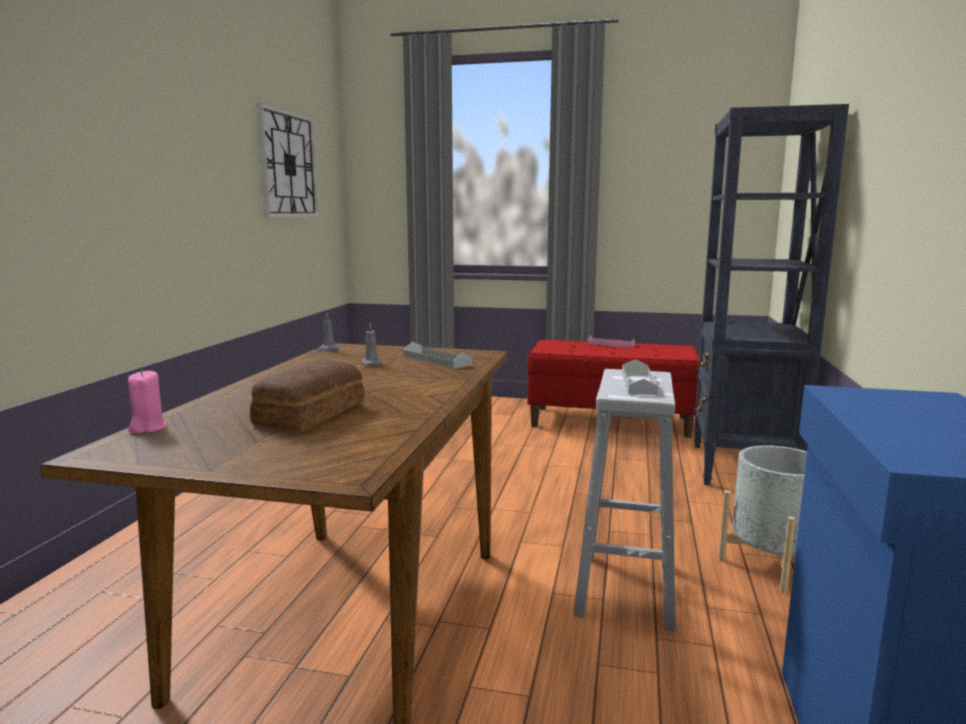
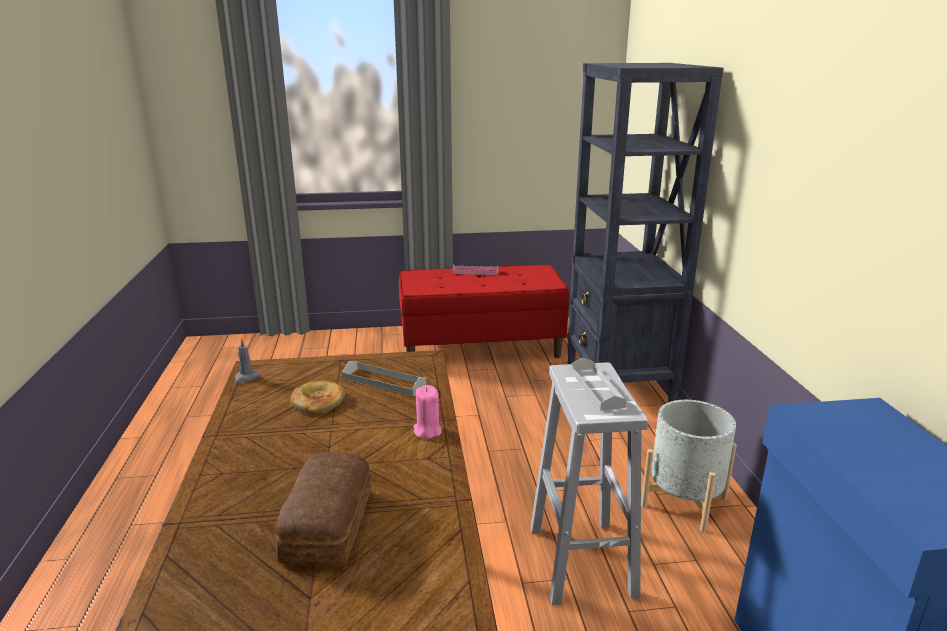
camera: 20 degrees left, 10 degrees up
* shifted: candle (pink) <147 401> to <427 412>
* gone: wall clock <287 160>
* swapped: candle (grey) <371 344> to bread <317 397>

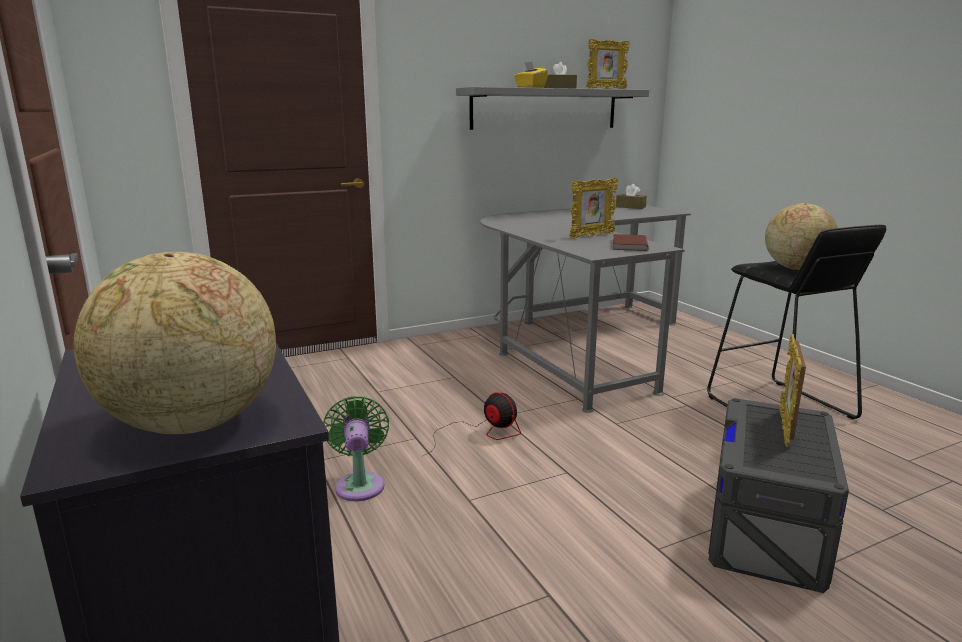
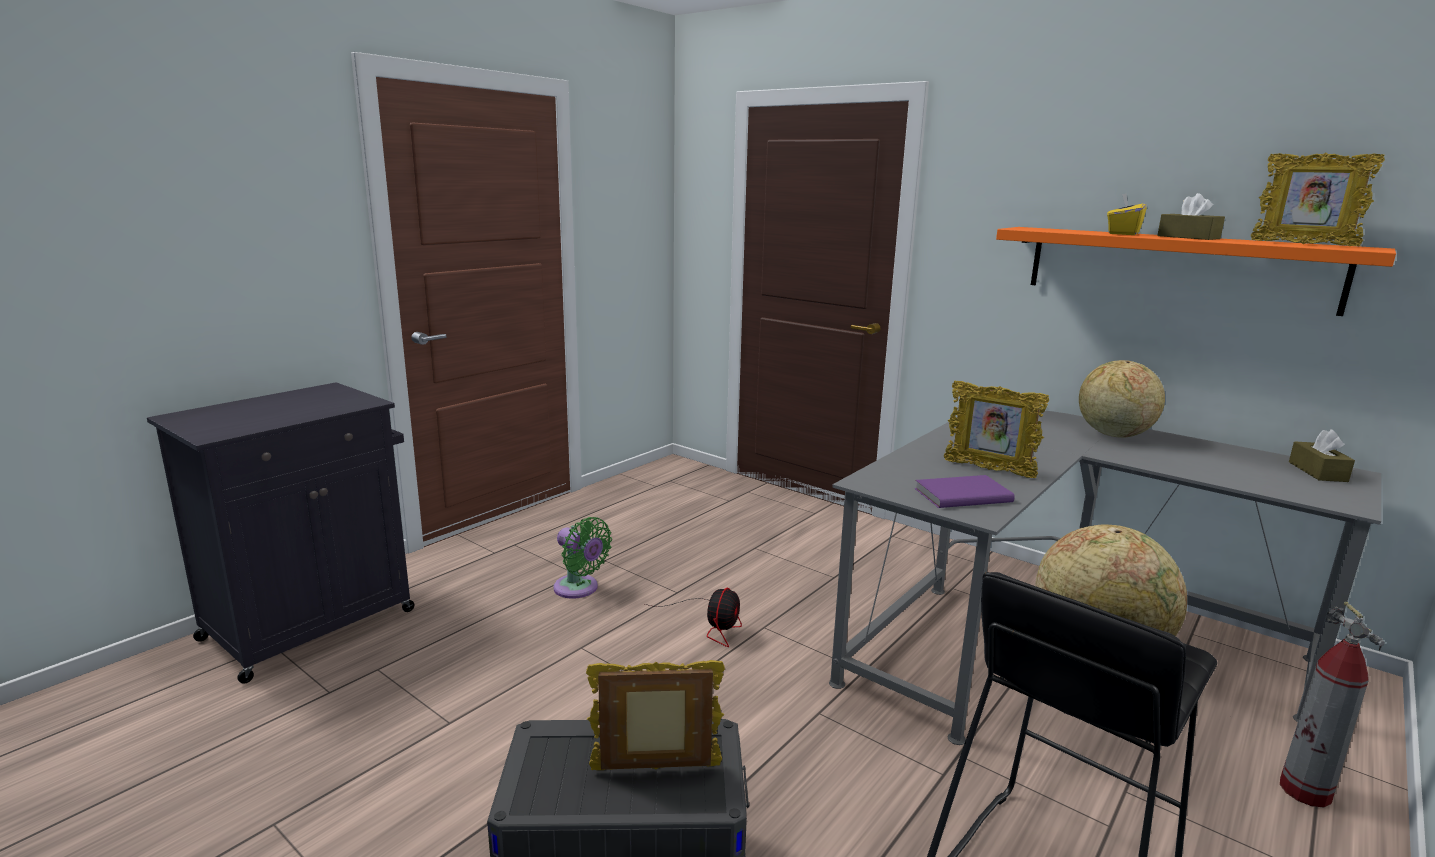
camera: 65 degrees right, 0 degrees up
* shifted: globe <175 343> to <1122 399>
* rotated: fan (green) <356 448> = <582 558> 75 degrees clockwise
* repainted: shelf (grey) <552 108> to shelf (orange) <1196 271>
* repainted: book (brown) <631 242> to book (purple) <964 491>
* new: fire extinguisher <1332 704>

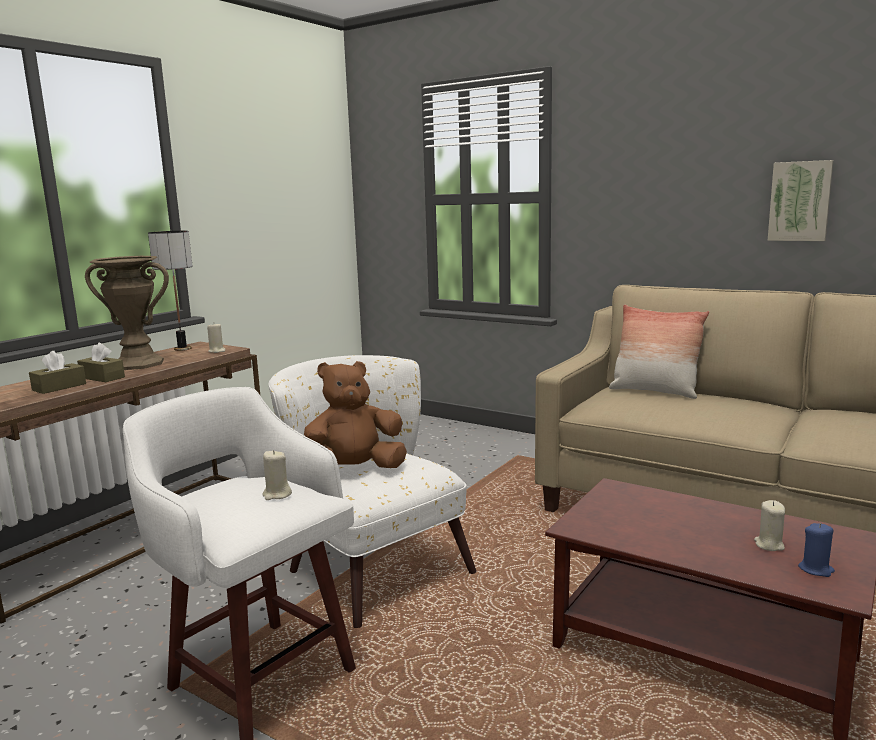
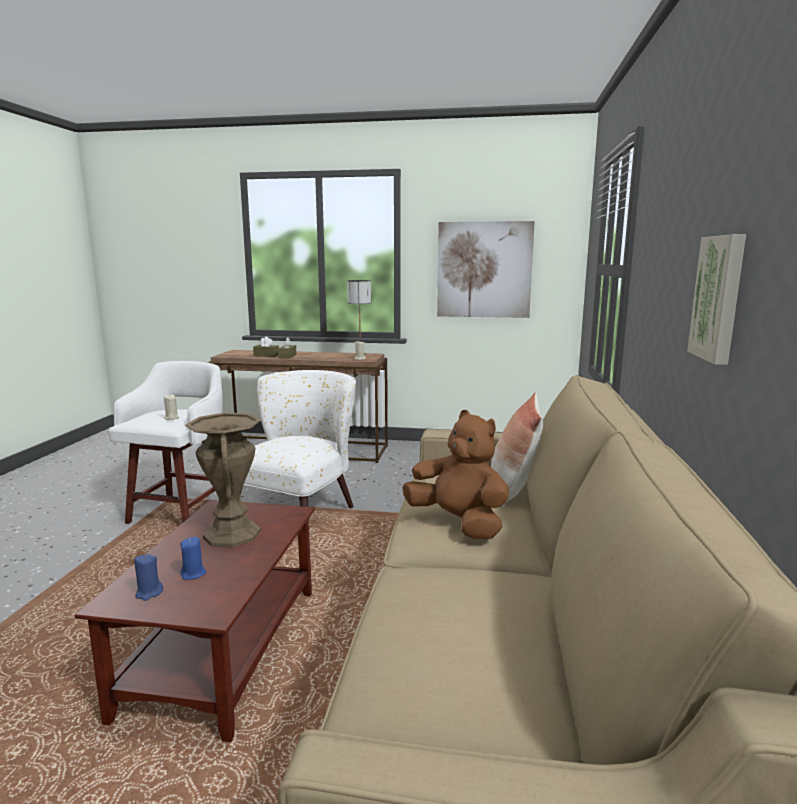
camera: 65 degrees right, 0 degrees up
* shifted: vase (brown) <127 313> to <223 480>
* shifted: plush toy (brown) <355 414> to <455 474>
* repainted: candle (beige) <769 525> to candle (blue) <193 558>
* new: picture <486 269>

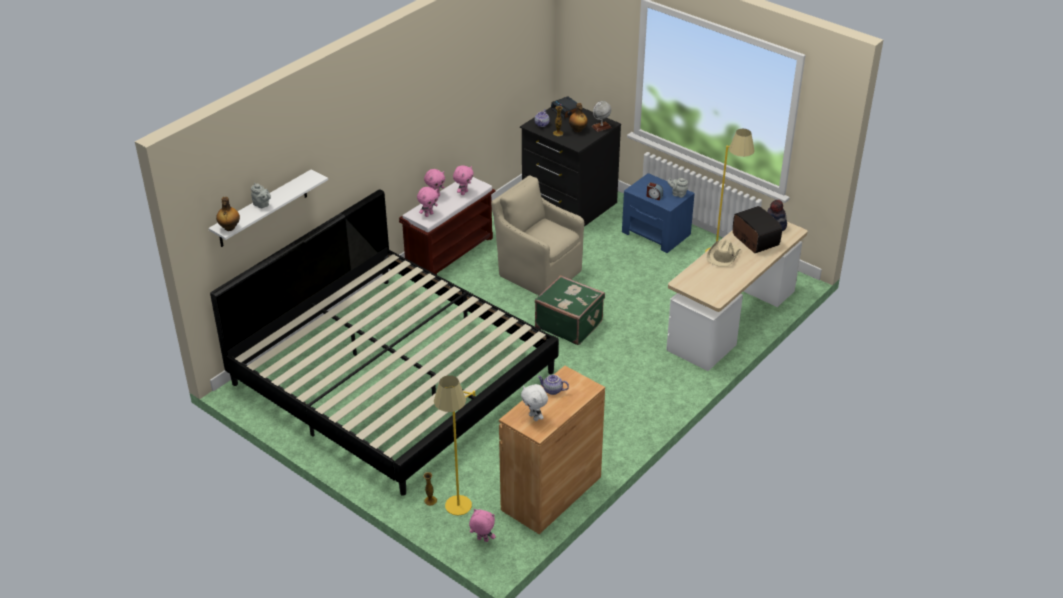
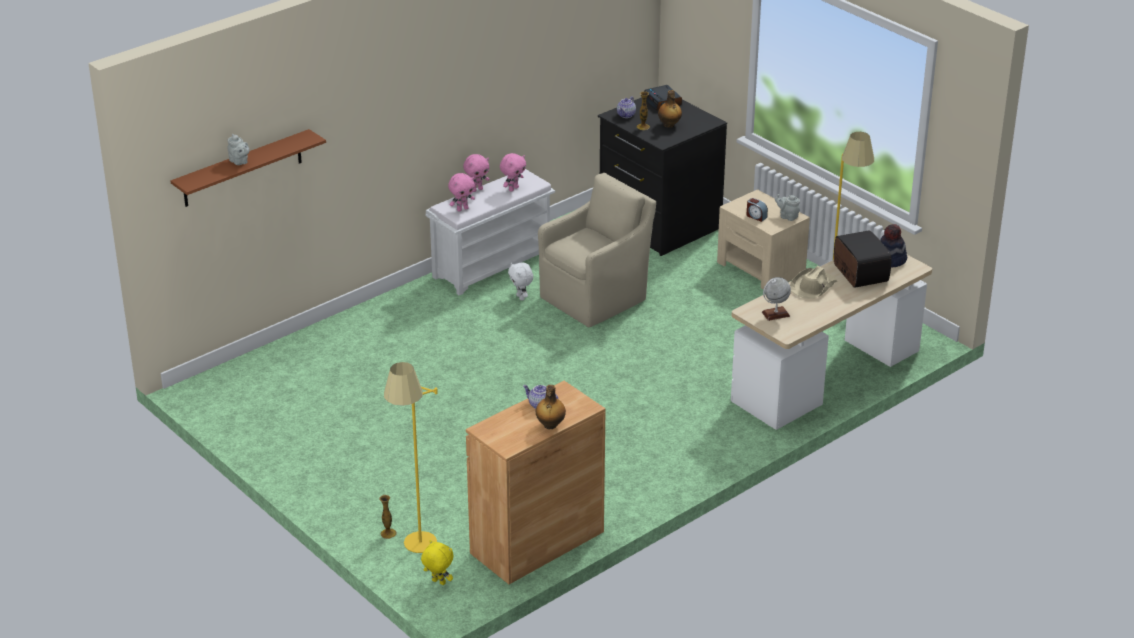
camera: 10 degrees right, 5 degrees down
* repainted: shelf (white) <268 208> to shelf (brown) <248 168>
* gone: bed <384 342>
* shifted: bottle <228 214> to <551 407>
* repainted: bench (brown) <447 226> to bench (white) <490 232>
* repainted: plush toy (pink) <482 525> to plush toy (yellow) <437 562>
* rotated: armchair (beige) <537 235> = <597 250> 90 degrees clockwise
* shifted: plush toy (white) <534 402> to <520 282>
* gone: suitcase (green) <570 310>
* shifted: globe <602 116> to <776 299>
* repainted: nightstand (blue) <658 213> to nightstand (beige) <763 239>

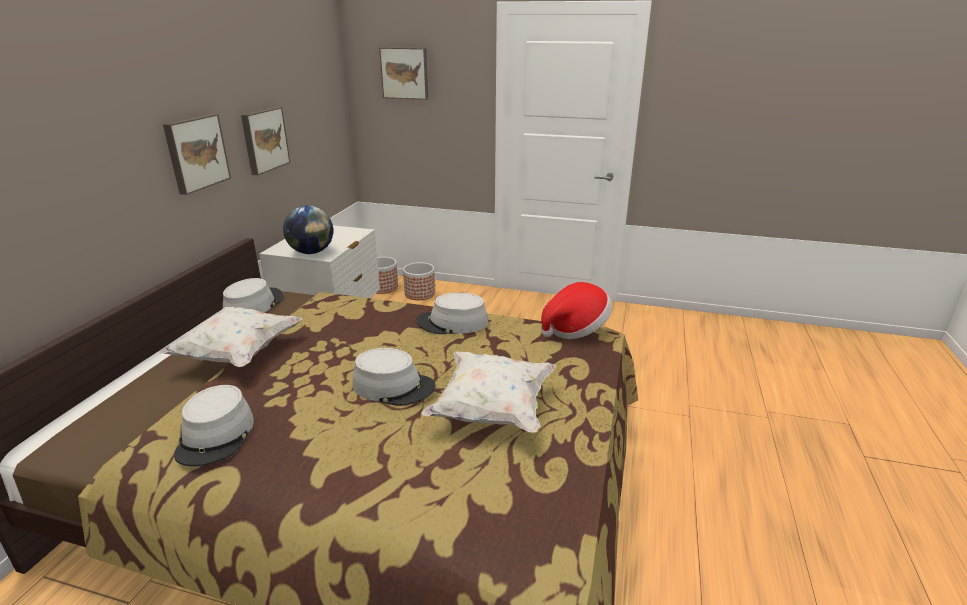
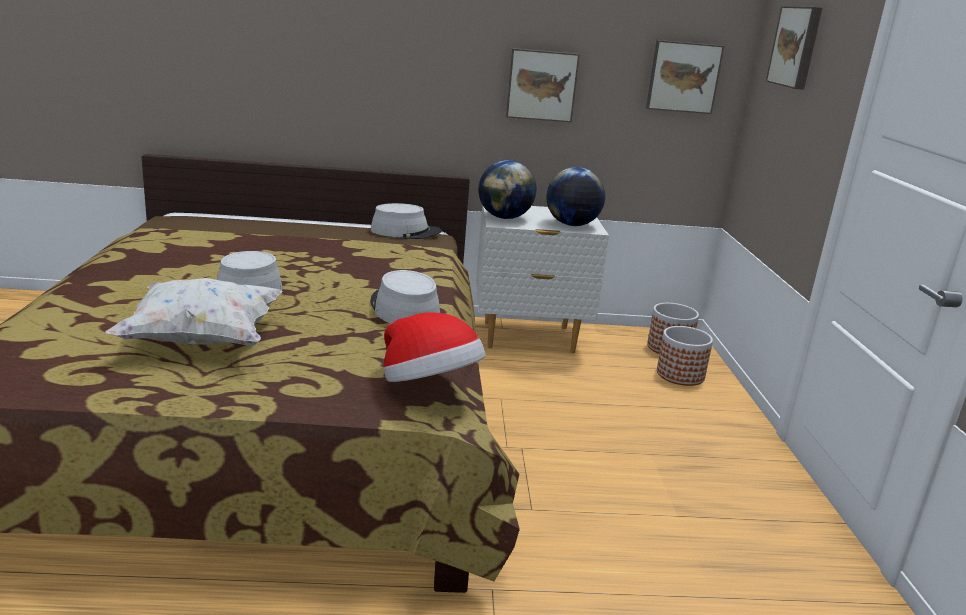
camera: 70 degrees right, 5 degrees down
* gone: pillow (white) <231 337>
* shifted: picture <197 154> to <685 77>
* gone: hat (grey) <214 425>
* new: globe <576 196>

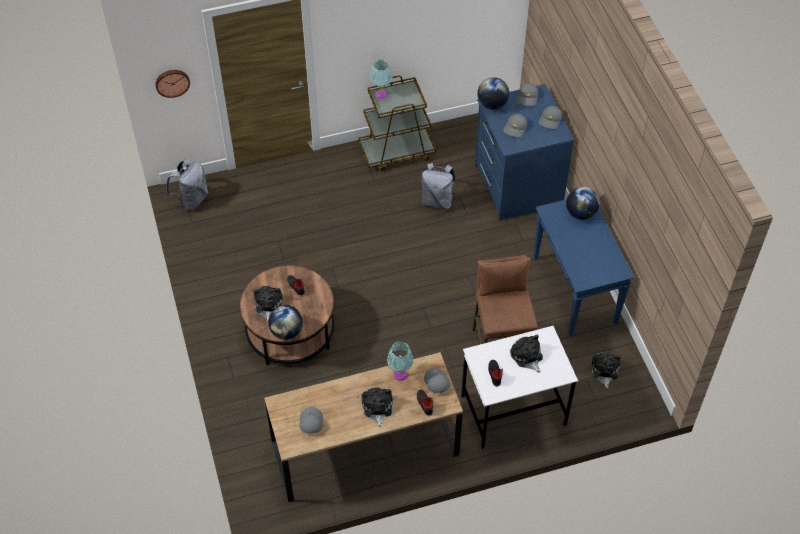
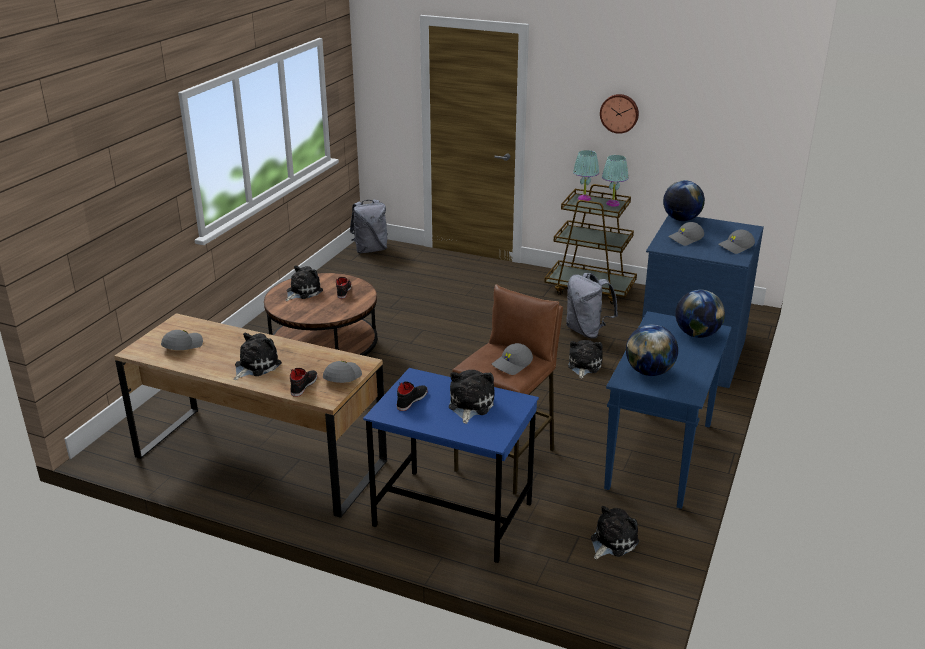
camera: 40 degrees right, 25 degrees down
* shifted: wall clock <172 84> to <619 114>
* shifted: globe <285 322> to <652 350>
* shifted: table lamp (turquoise) <400 361> to <615 181>
* repainted: desk (white) <519 387> to desk (blue) <451 465>
* shifted: cap (grey) <527 94> to <512 359>
* new: plush toy <585 359>

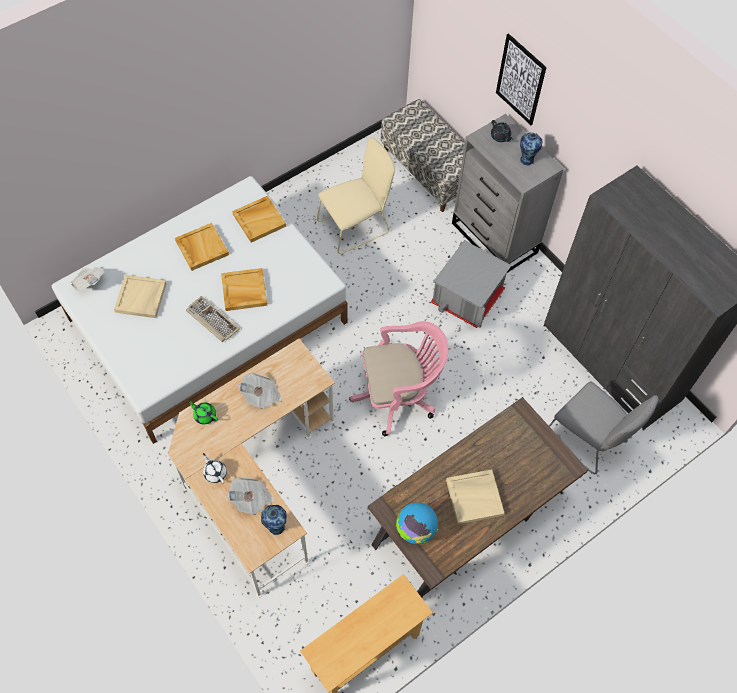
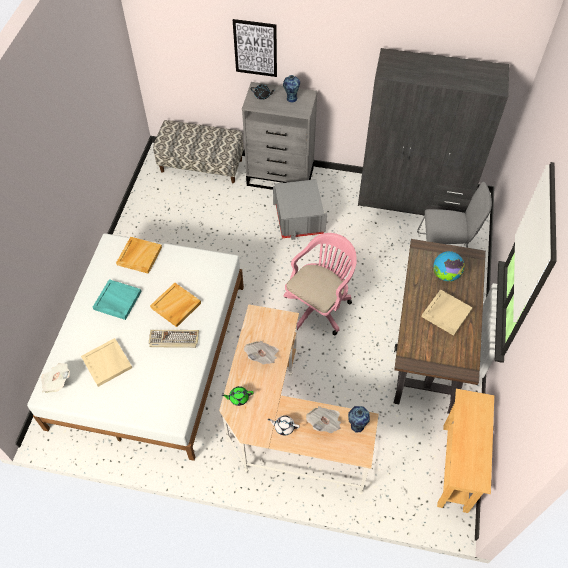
camera: 40 degrees left, 5 degrees down
* repainted: tray (beige) <202 247> to tray (turquoise) <117 299>
* gone: chair (beige) <356 195>
* shifted: globe <417 523> to <448 266>

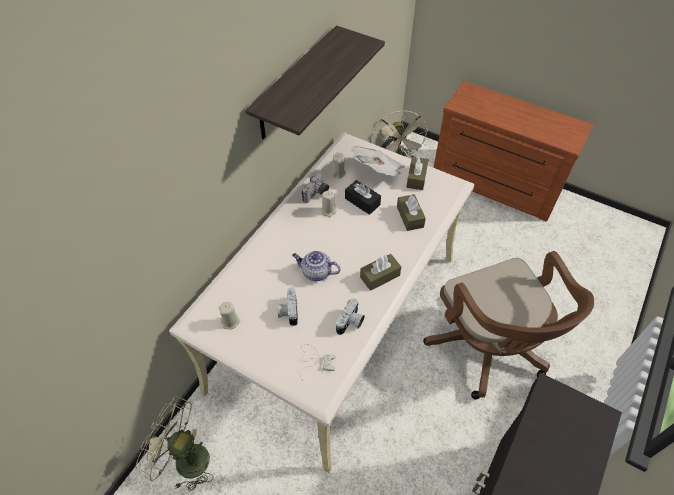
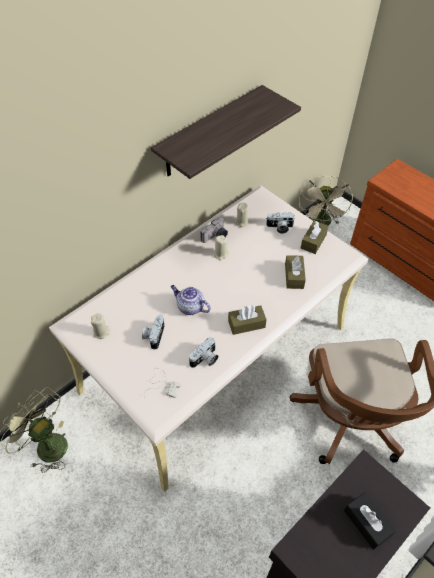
camera: 15 degrees right, 0 degrees up
* shifted: tissue box (black) <363 197> to <370 521>
* swapped: newspaper <378 161> to photo camera <280 223>

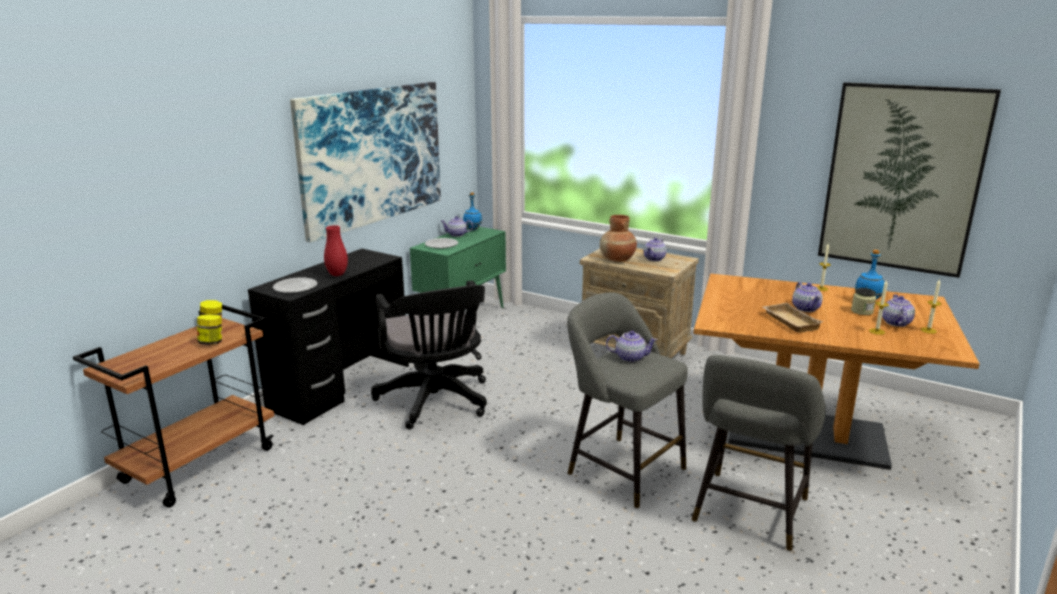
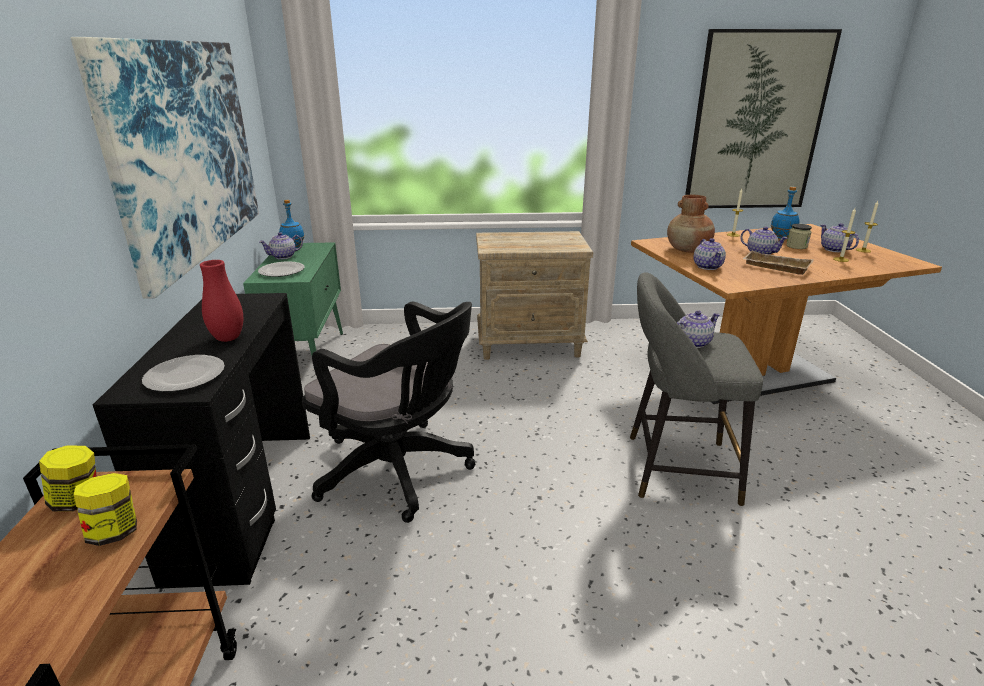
camera: 35 degrees left, 5 degrees up
* shifted: vase (brown) <618 238> to <691 224>
* shifted: teapot <655 249> to <710 254>
* gone: stool (grey) <759 453>

